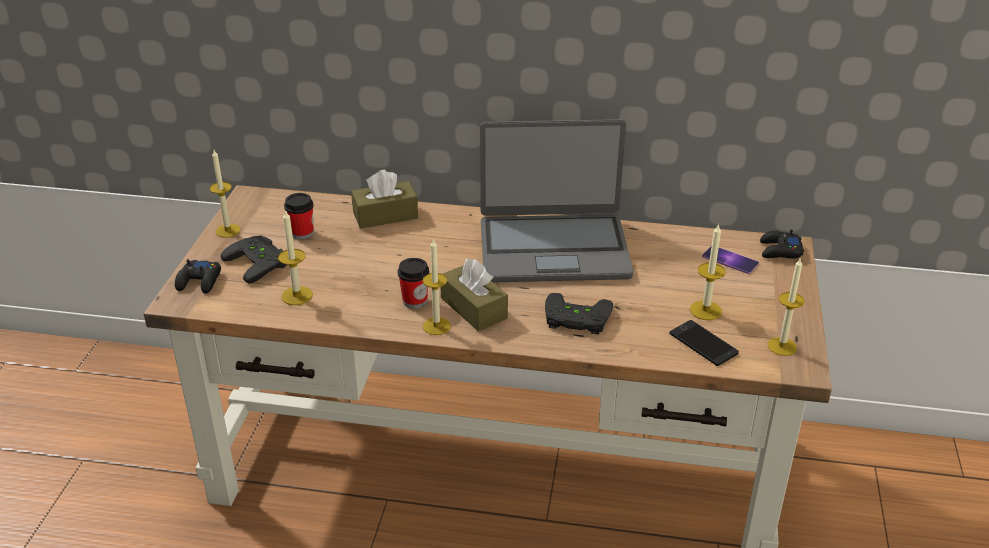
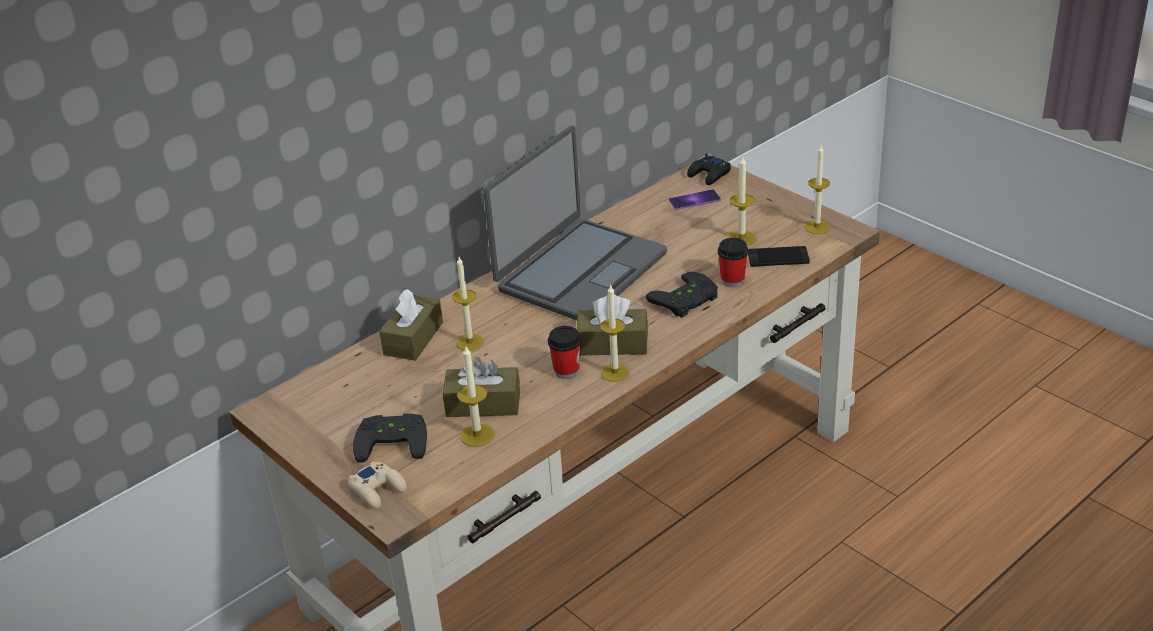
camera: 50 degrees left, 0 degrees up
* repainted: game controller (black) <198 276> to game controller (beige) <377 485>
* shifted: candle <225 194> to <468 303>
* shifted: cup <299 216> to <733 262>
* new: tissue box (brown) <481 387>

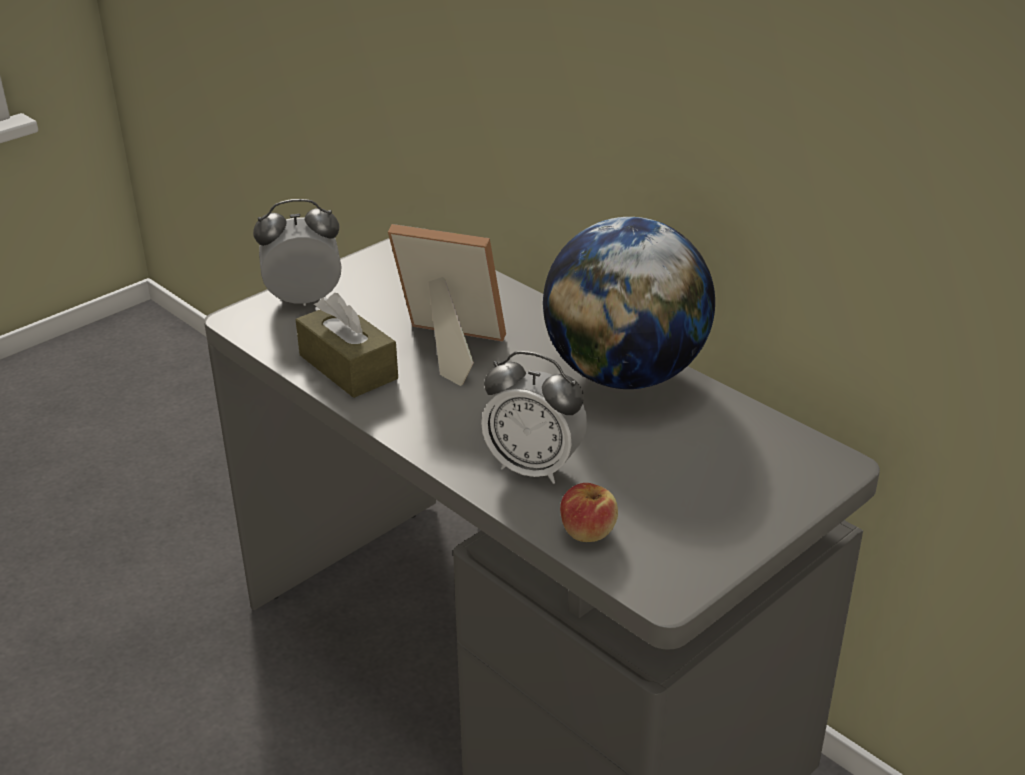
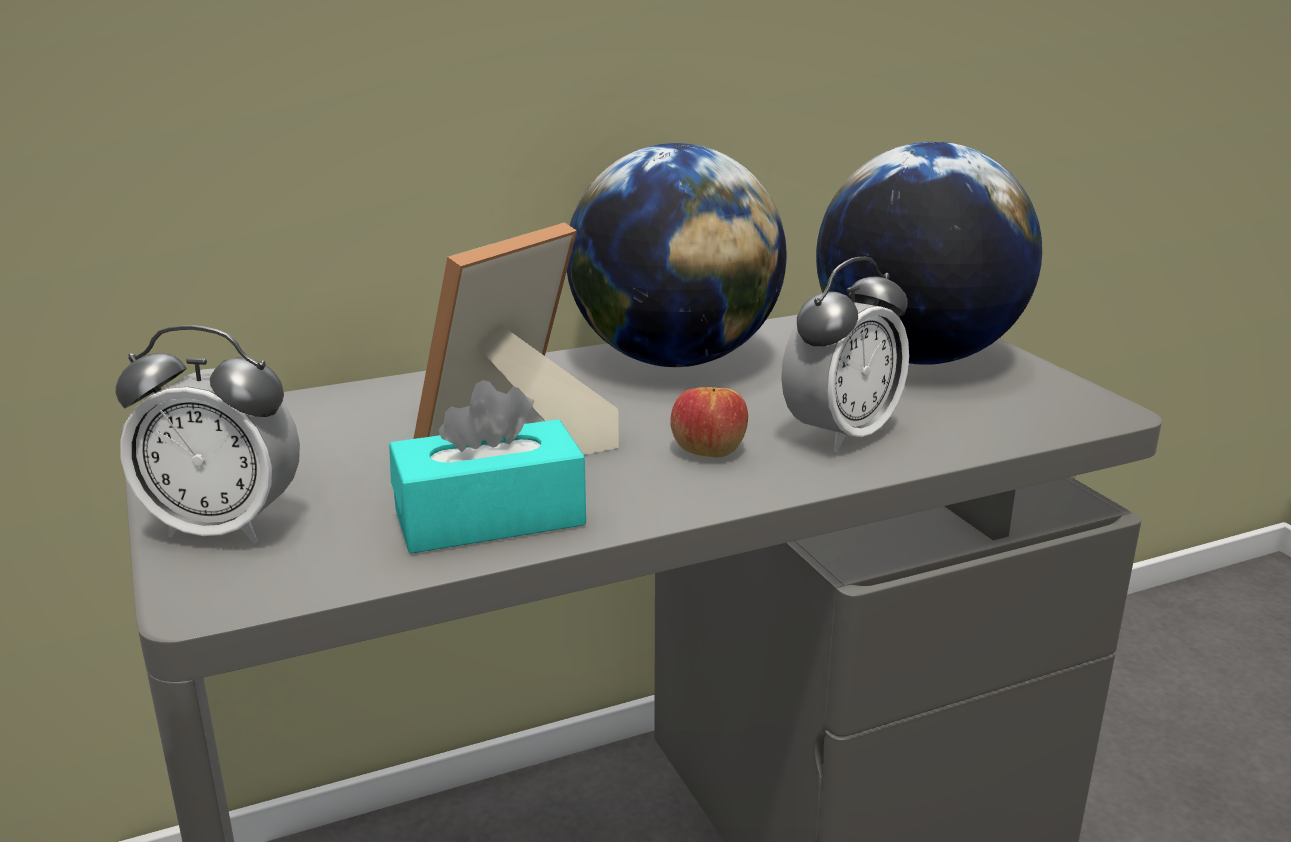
camera: 70 degrees left, 10 degrees down
* rotated: alarm clock <297 252> = <207 434> 90 degrees counterclockwise
* repainted: tissue box (brown) <347 345> to tissue box (turquoise) <487 467>
* shifted: apple <589 512> to <709 422>
* new: globe <929 253>

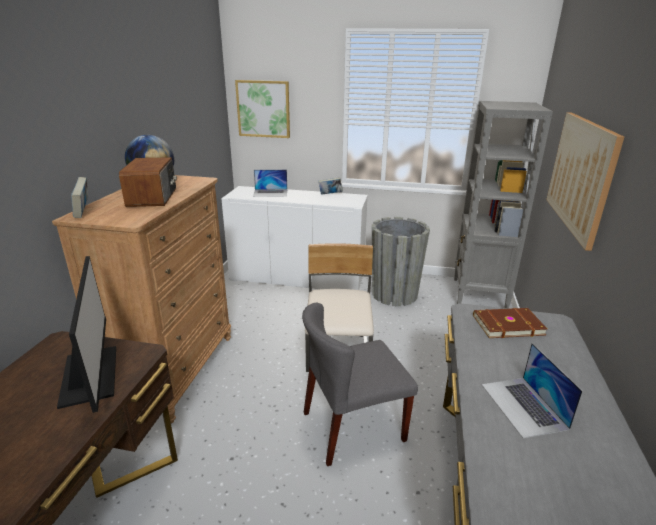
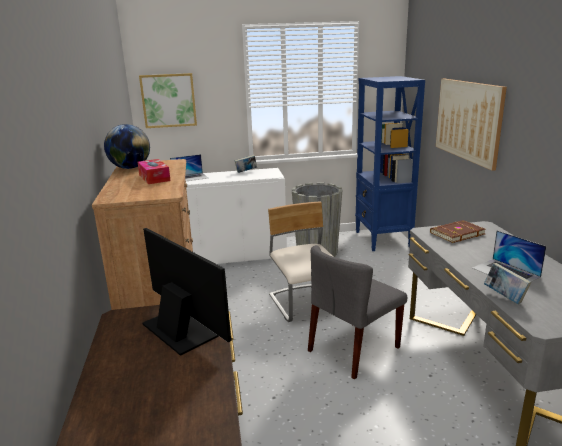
camera: 20 degrees left, 5 degrees down
* shifted: book <79 197> to <507 283>
* swapped: radio <148 182> to tissue box <153 171>
* repainted: bookcase (grey) <503 205> to bookcase (blue) <390 163>

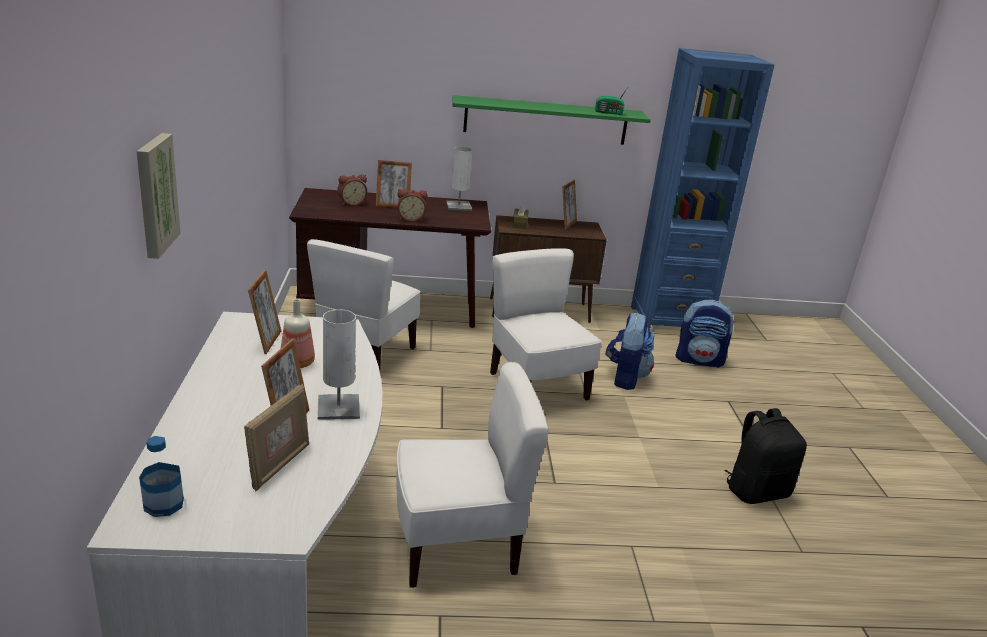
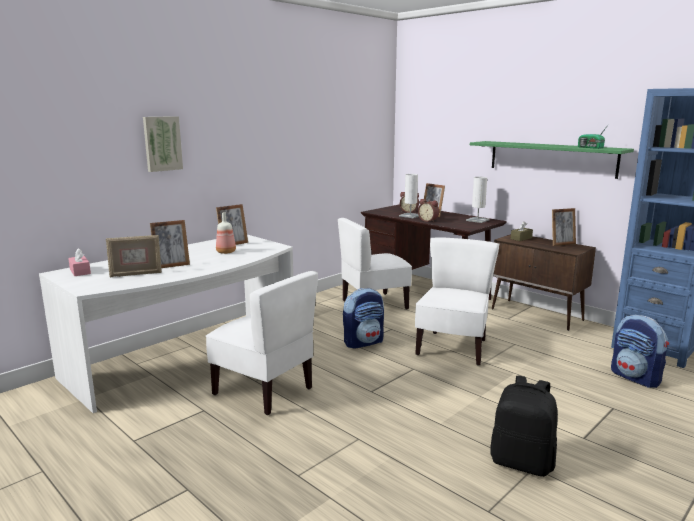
camera: 50 degrees right, 10 degrees down
* swapped: bottle <161 476> to tissue box (pink) <79 262>
* shifted: table lamp (white) <338 364> to <409 196>
* shifted: backpack <629 351> to <363 318>

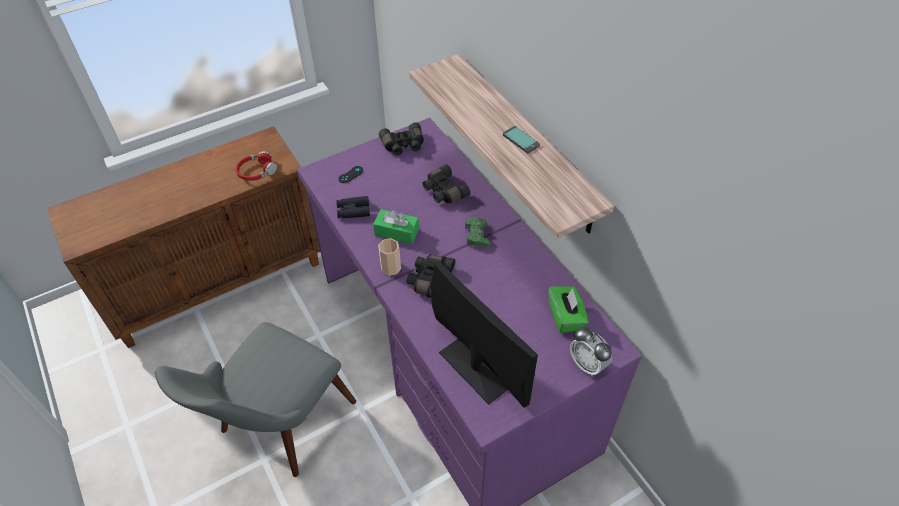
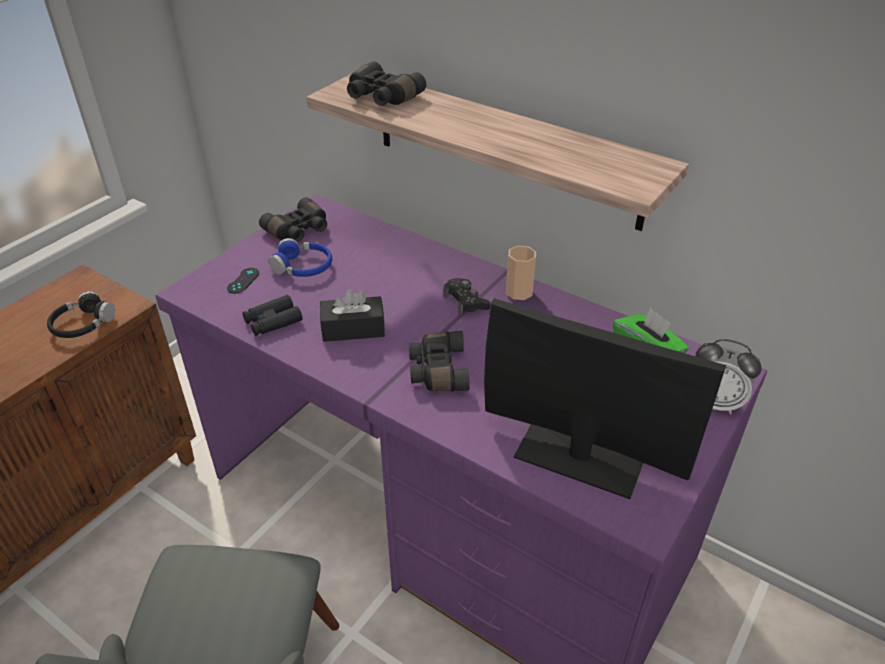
camera: 25 degrees left, 10 degrees down
* repainted: headphones (red) <256 166> to headphones (black) <81 314>
* repainted: tissue box (green) <396 226> to tissue box (black) <352 315>
* shifted: cup <389 257> to <521 273>
* shifted: binoculars (black) <446 183> to <386 83>
* repainted: game controller (green) <477 232> to game controller (black) <466 296>
* gone: phone <521 139>
* new: headphones (blue) <300 257>

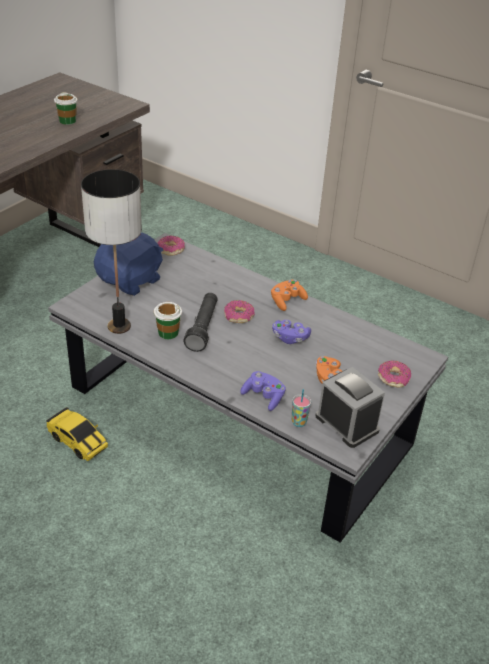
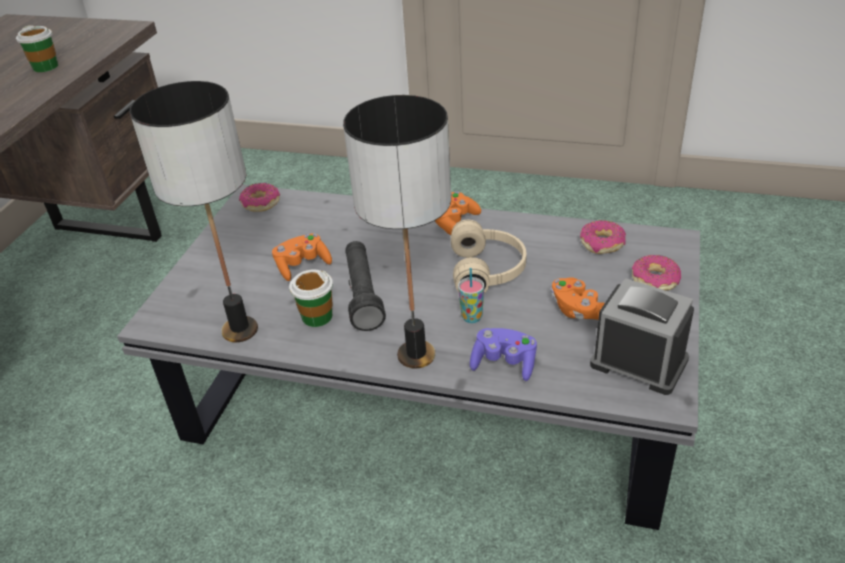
camera: 15 degrees left, 0 degrees up
* gone: toy car <77 434>
* gone: plush toy (blue) <129 264>
* shifted: donut <239 311> to <603 237>
* swapped: game controller (purple) <291 332> to headphones (beige) <489 256>
* shifted: cup <301 408> to <471 295>
* new: game controller (orange) <302 257>
* new: table lamp <397 232>

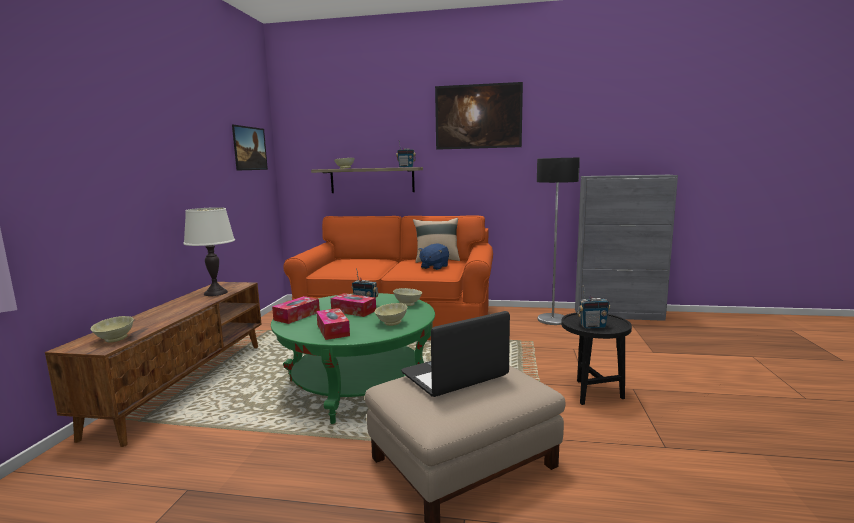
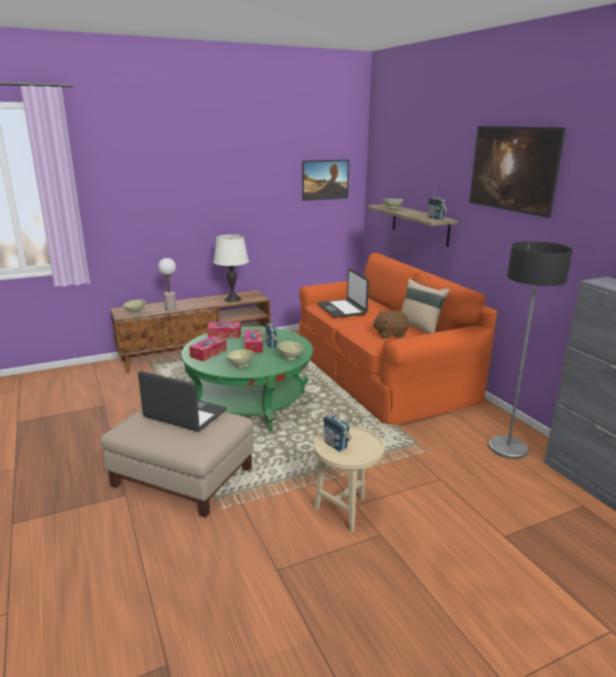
camera: 55 degrees right, 10 degrees up
* repainted: plush toy (blue) <433 256> to plush toy (brown) <390 324>
* repainted: side table (black) <596 358> to side table (beige) <349 479>
* new: table lamp <167 284>
* new: laptop <343 293>

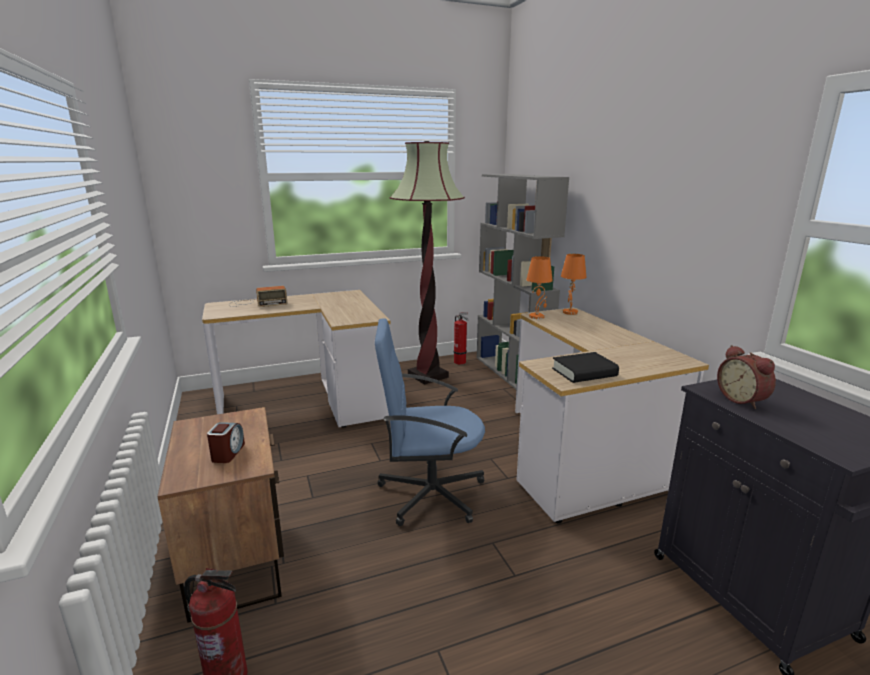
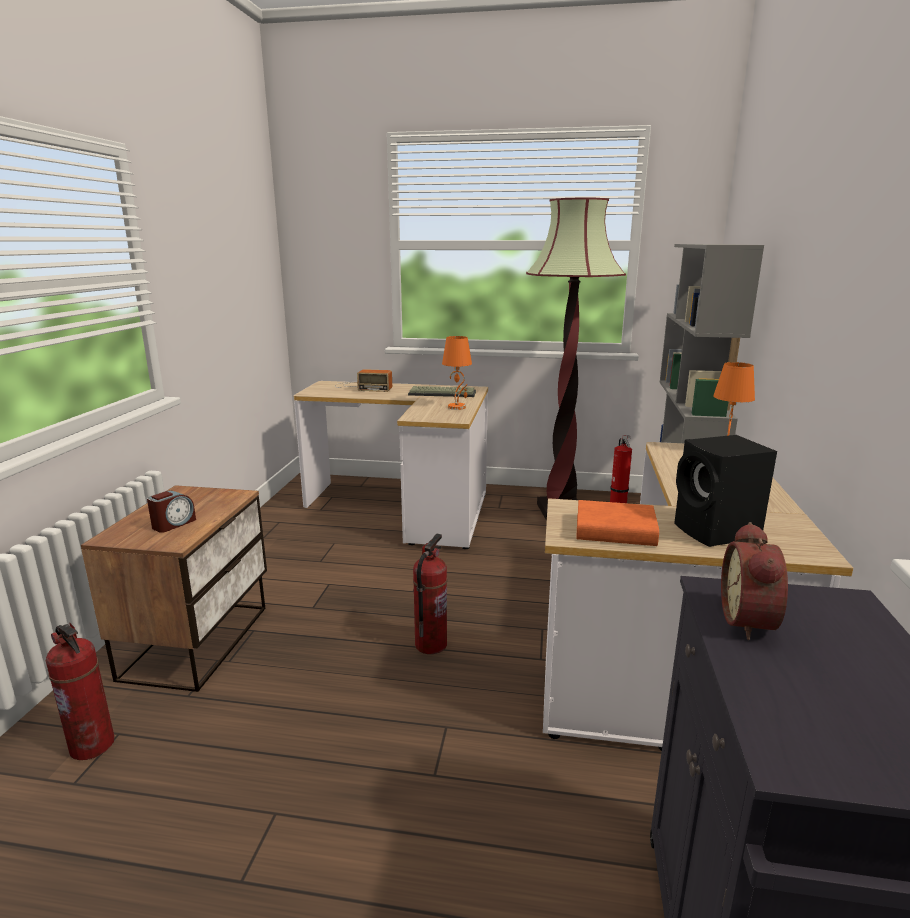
camera: 30 degrees right, 0 degrees up
* swapped: office chair (blue) <430 422> to fire extinguisher <430 594>
* shifted: table lamp (orange) <539 287> to <457 373>
* repainted: book (black) <585 367> to book (orange) <617 523>
* new: keyboard <442 391>
* new: speaker (black) <725 491>

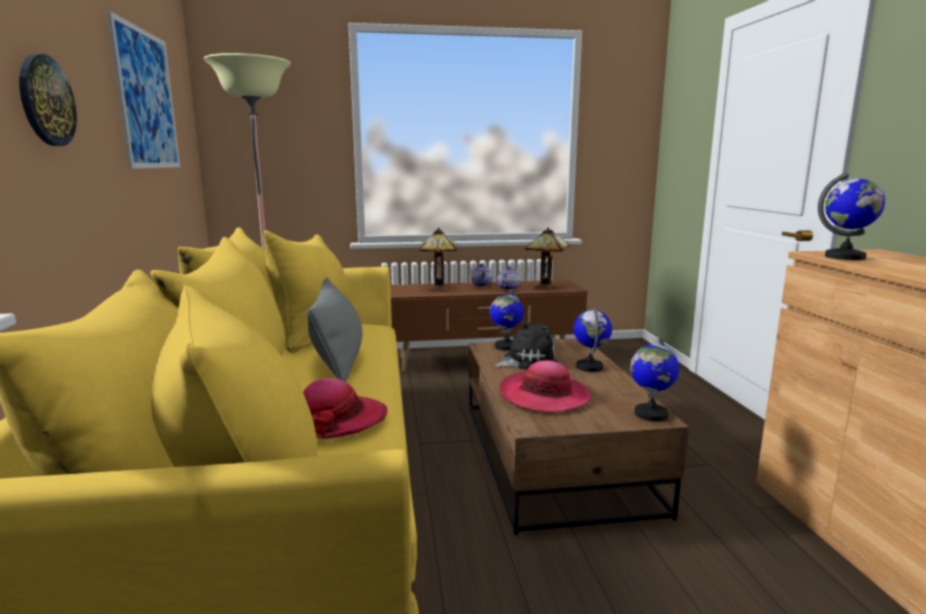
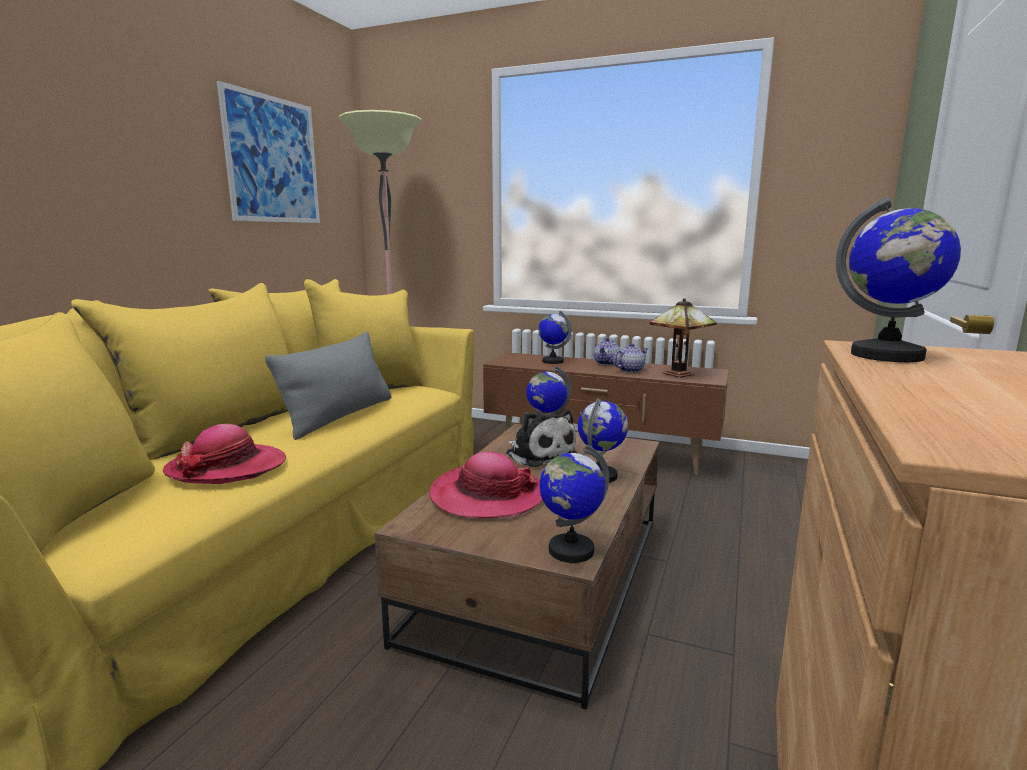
camera: 30 degrees right, 0 degrees up
* gone: wall clock <48 100>
* swapped: table lamp <438 259> to globe <555 337>
* rotated: plush toy <525 344> = <542 438> 45 degrees clockwise

